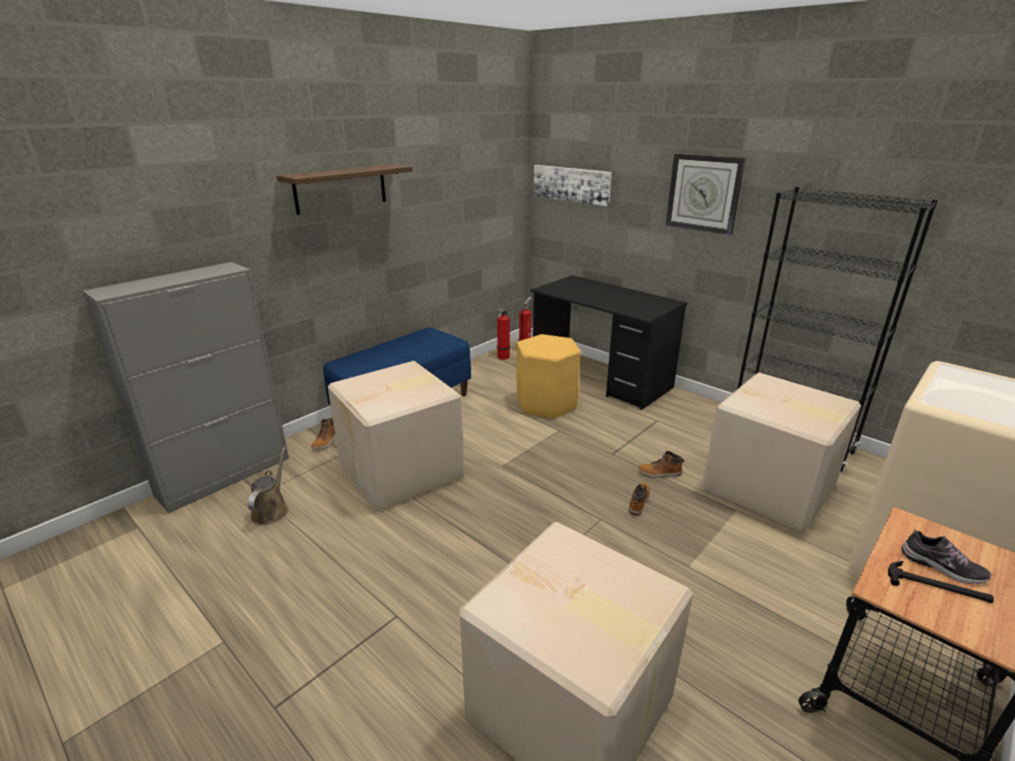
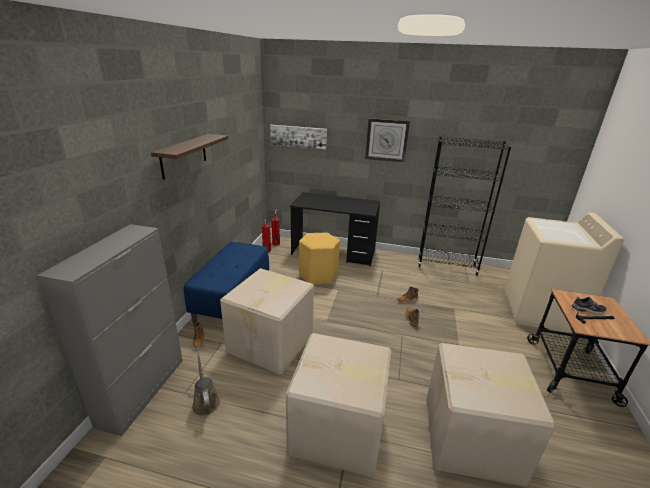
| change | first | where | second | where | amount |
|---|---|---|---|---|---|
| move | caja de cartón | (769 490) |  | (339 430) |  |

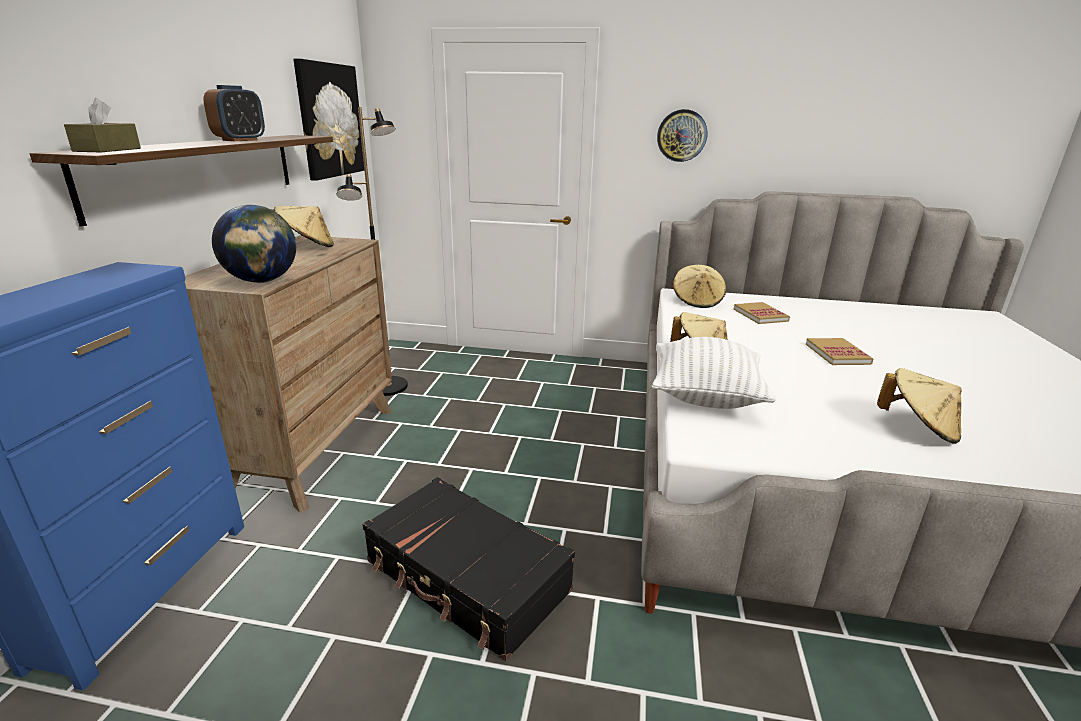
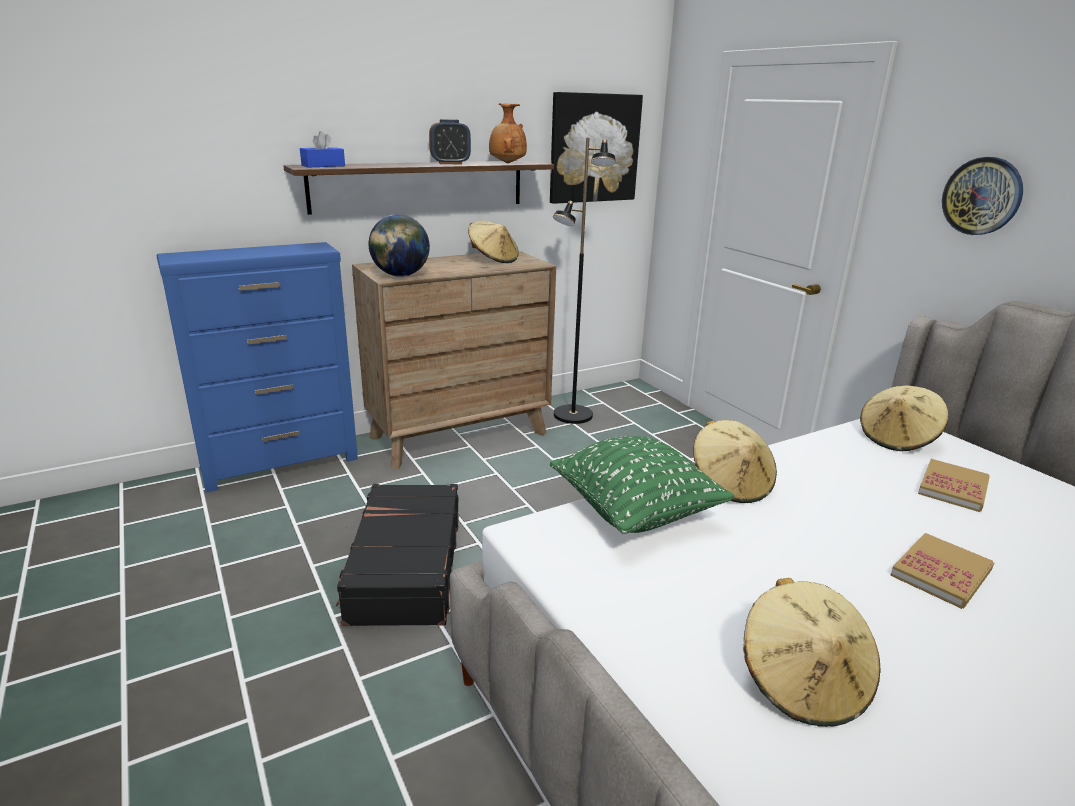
| change | first | where | second | where | amount |
|---|---|---|---|---|---|
| insert |  |  | florero/marrón | (507 163) |  |
| recolor | caja de pañuelos/marrón | (107 150) | caja de pañuelos/azul | (323 166) |  |
| recolor | cojín/blanco | (705 397) | cojín/verde | (635 512) |  |

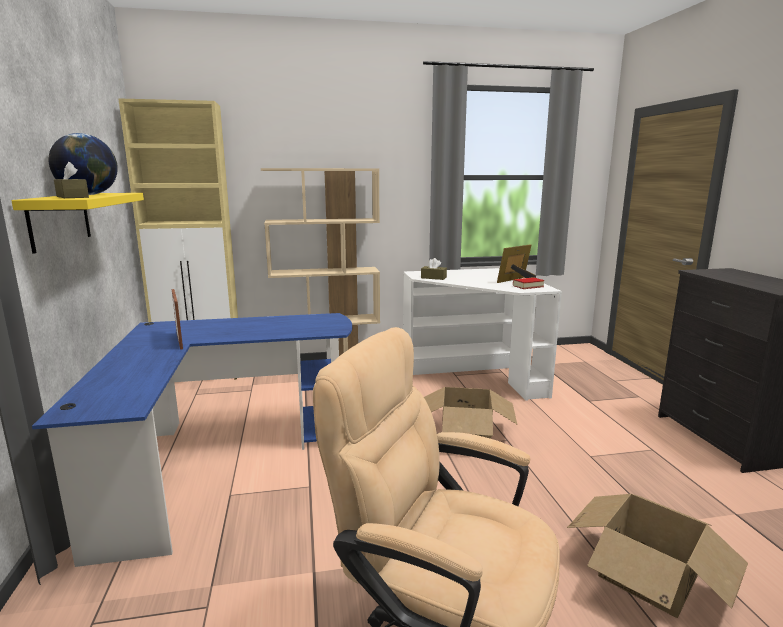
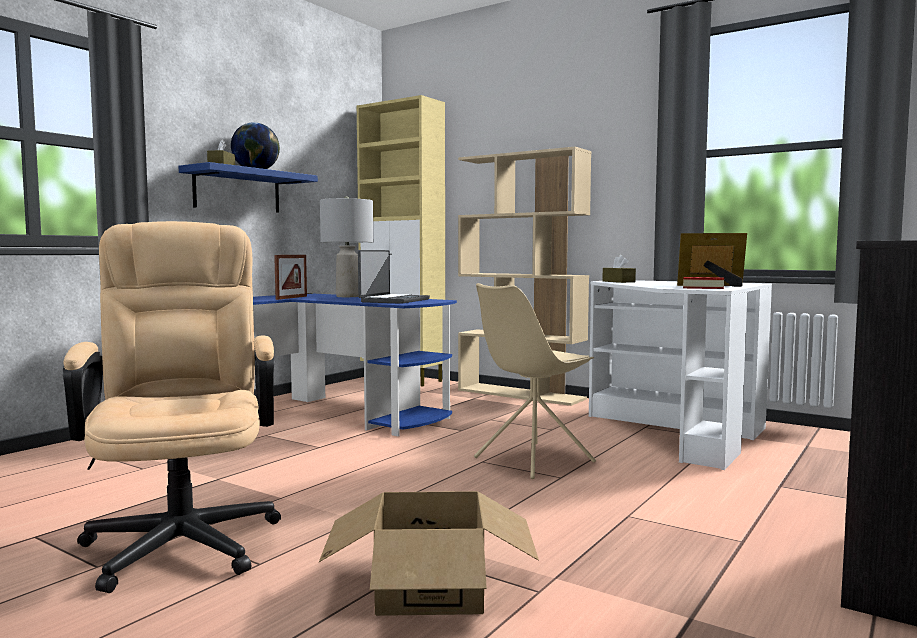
| change | first | where | second | where | amount |
|---|---|---|---|---|---|
| insert |  |  | lámpara de mesa/gris | (348 296) |  |
| insert |  |  | portátil | (393 300) |  |
| replace | caja de cartón | (465 432) | silla/beis | (532 460) |  |
| recolor | estante/amarillo | (60 220) | estante/azul | (237 191) |  |

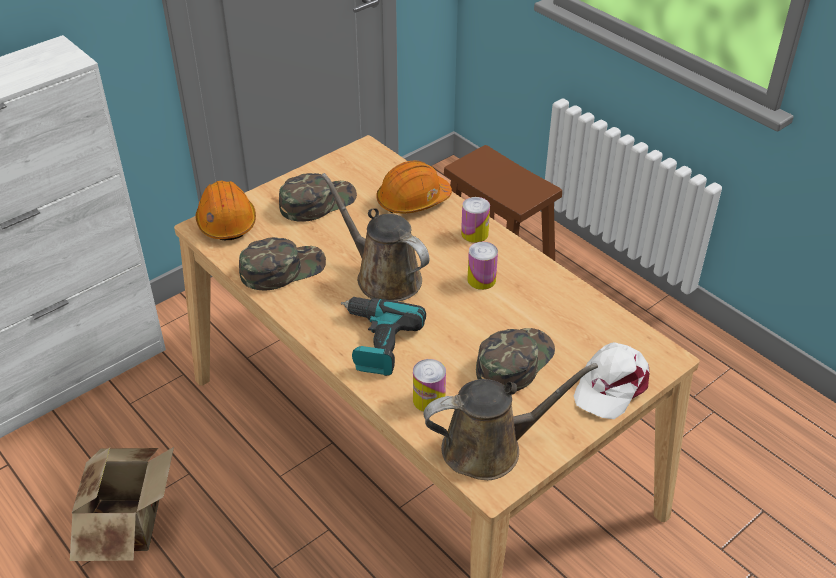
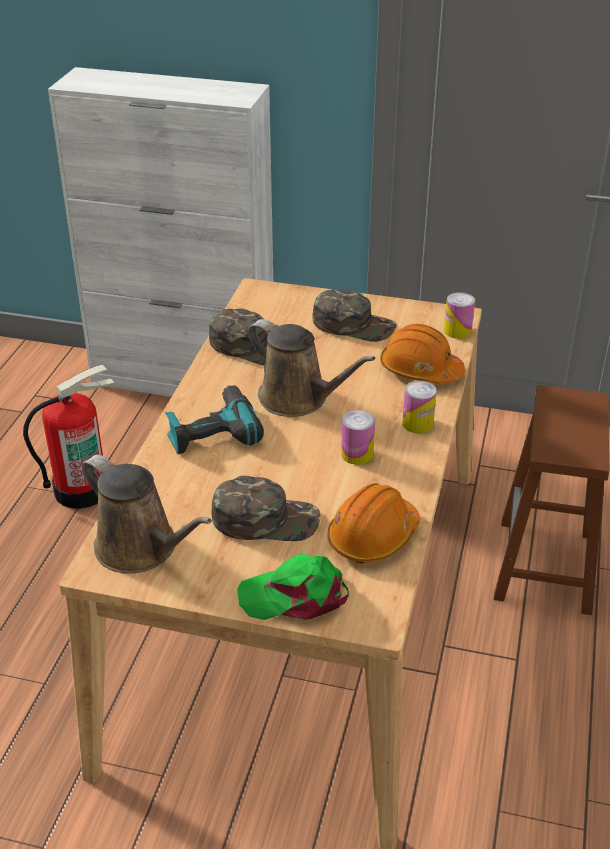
| change | first | where | second | where | amount |
|---|---|---|---|---|---|
| move | casco/naranja | (226 221) |  | (373 536) |  |
| move | lata | (429 400) |  | (457 331) |  |
| replace | caja de cartón | (131 524) | extintor | (82 489) |  |
| recolor | gorra/blanco | (611 385) | gorra/verde | (295 596) |  |
| rotate | regadera/marrón | (383 277) |  | (298 399) | 120 degrees clockwise |

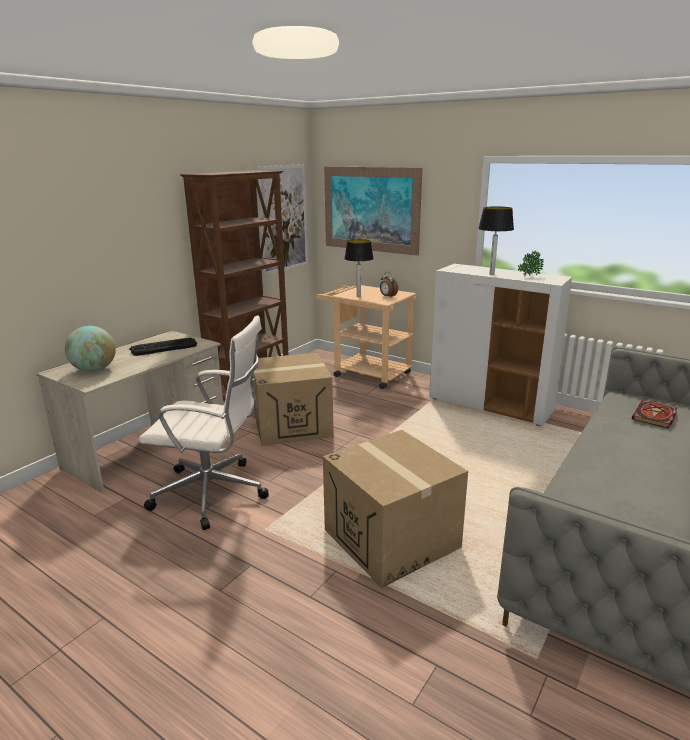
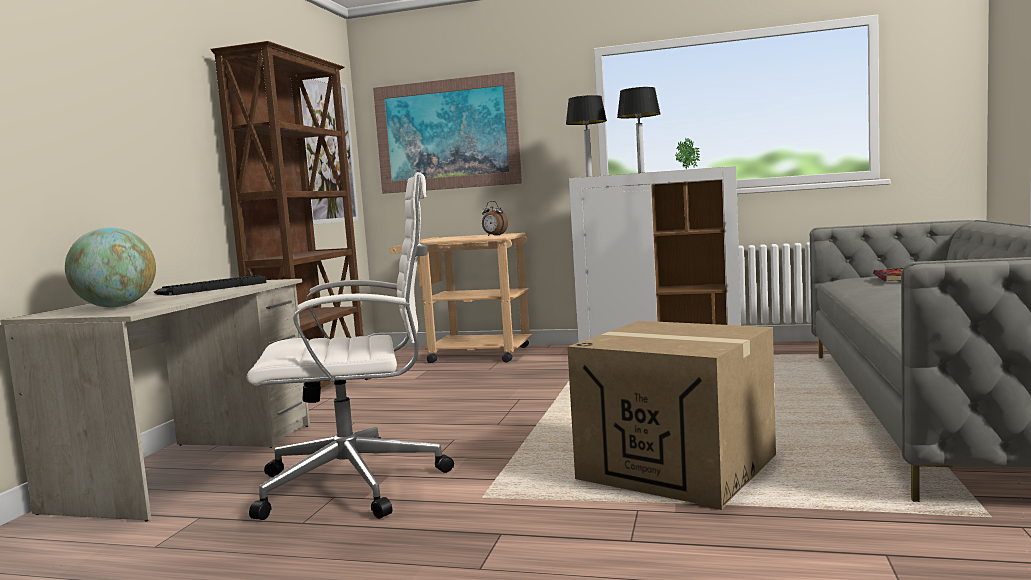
| change | first | where | second | where | amount |
|---|---|---|---|---|---|
| delete | caja de cartón | (292 425) |  |  |  |
| move | lámpara de mesa | (359 296) |  | (589 177) |  |

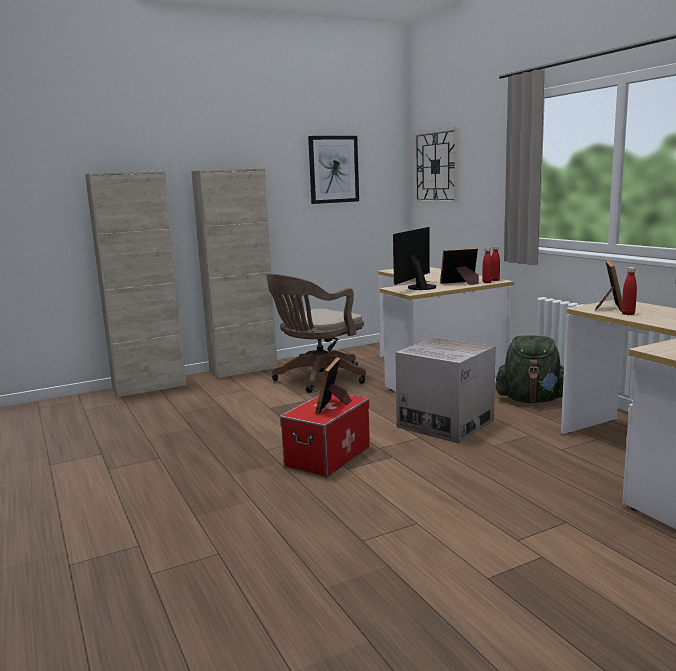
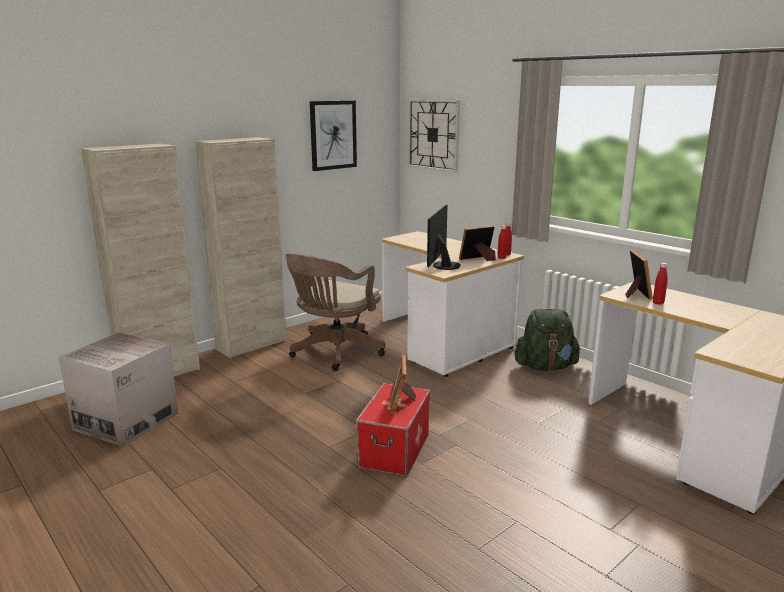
| change | first | where | second | where | amount |
|---|---|---|---|---|---|
| move | caja de cartón | (445 424) |  | (126 421) |  |

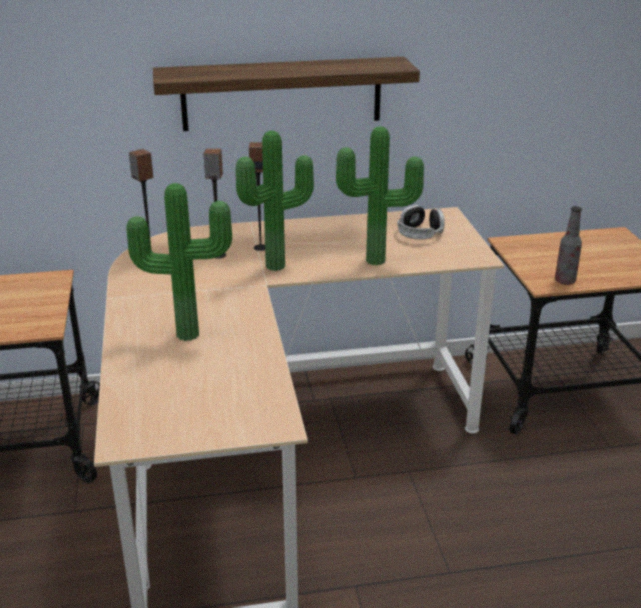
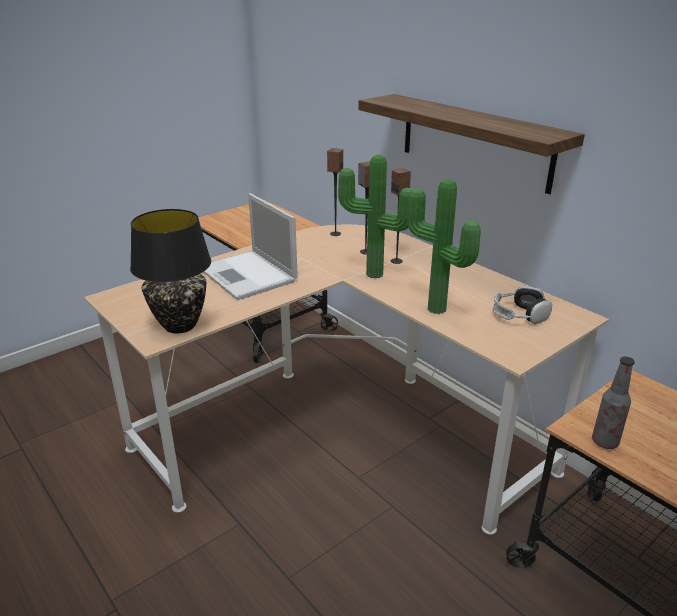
| change | first | where | second | where | amount |
|---|---|---|---|---|---|
| insert |  |  | lámpara de mesa/negro | (180 325) |  |
| replace | planta en maceta | (188 332) | portátil | (248 275) |  |

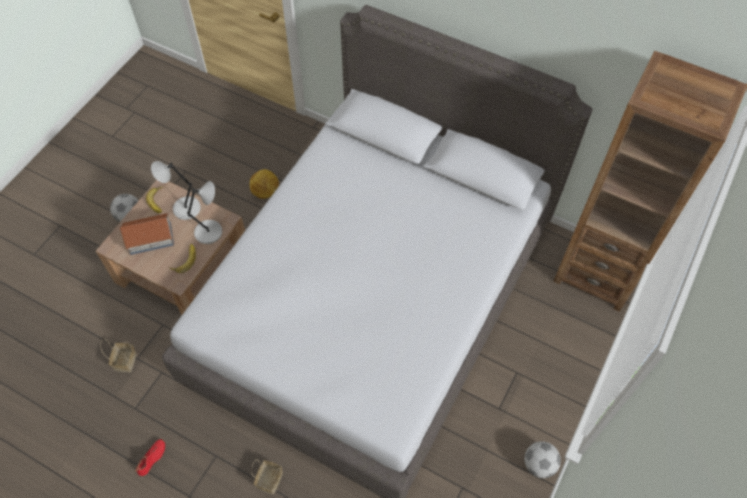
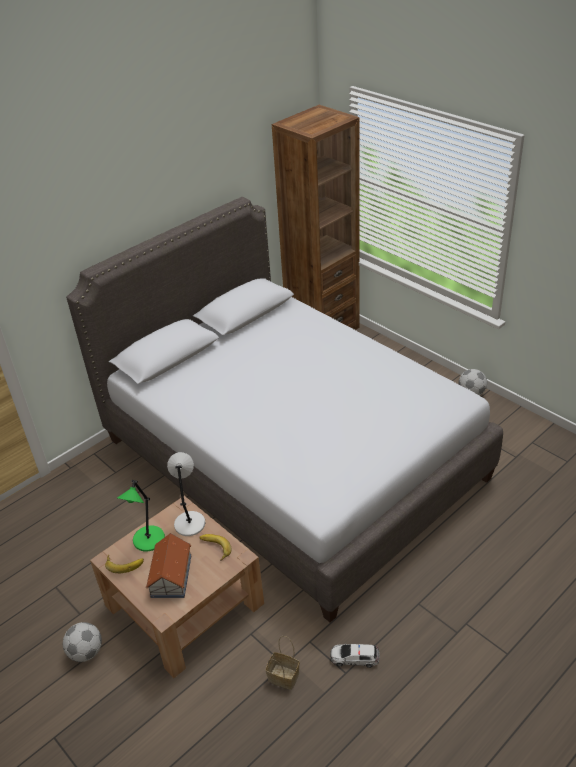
| change | first | where | second | where | amount |
|---|---|---|---|---|---|
| delete | zapato/rojo | (152 459) |  |  |  |
| delete | balón de fútbol | (266 192) |  |  |  |
| delete | cesta | (270 481) |  |  |  |
| insert |  |  | coche de juguete | (354 658) |  |
| recolor | lámpara de mesa/gris | (185 208) | lámpara de mesa/verde | (148 540) |  |

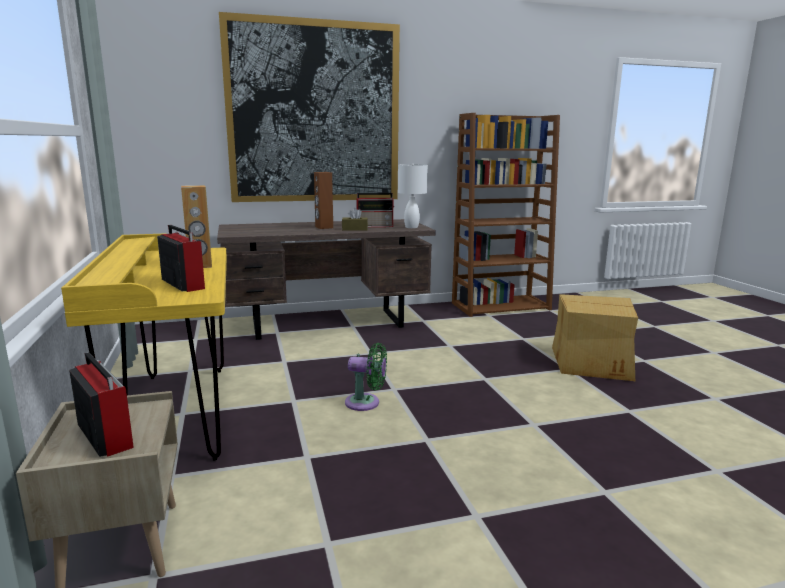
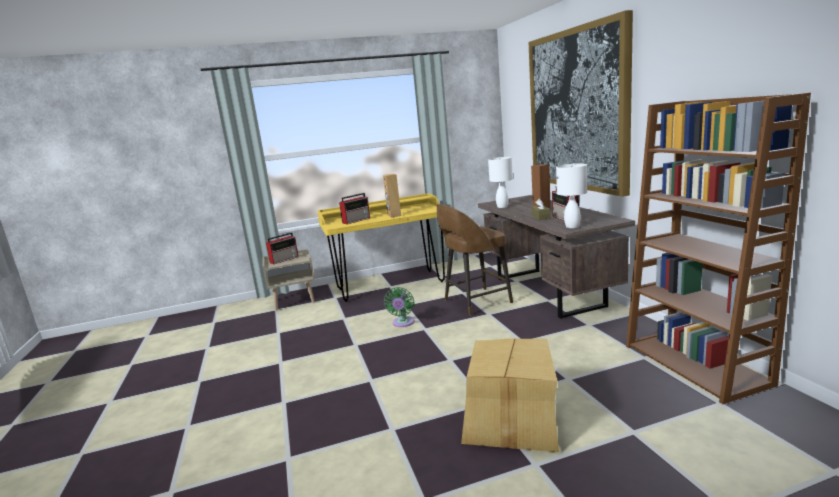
| change | first | where | second | where | amount |
|---|---|---|---|---|---|
| insert |  |  | taburete/marrón | (475 302) |  |
| insert |  |  | lámpara de mesa/blanco | (502 207) |  |

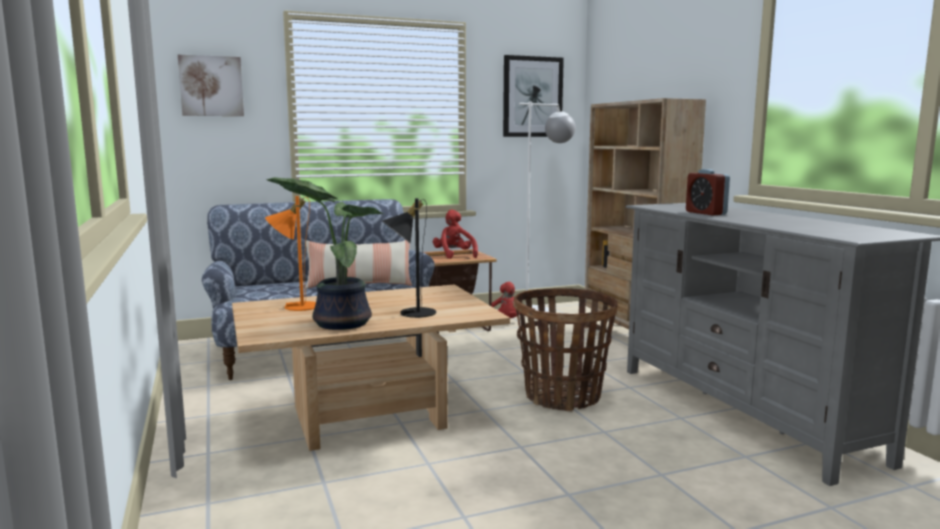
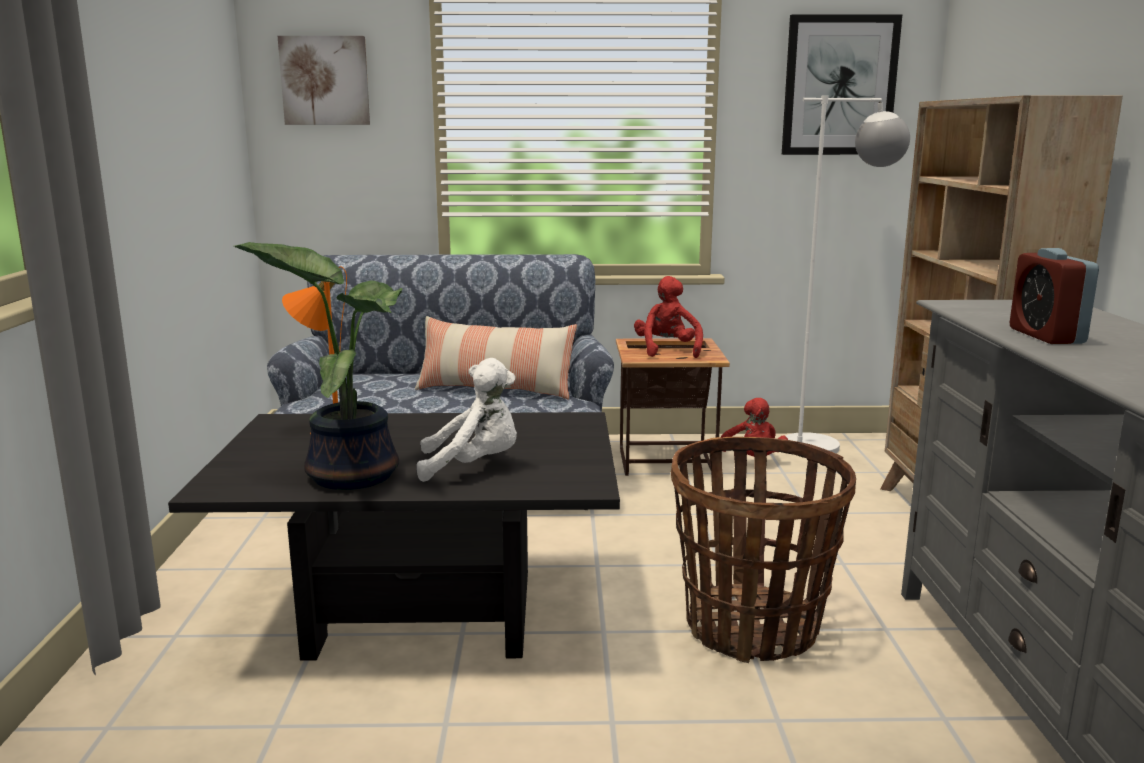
| change | first | where | second | where | amount |
|---|---|---|---|---|---|
| replace | lámpara de mesa/negro | (410 312) | peluche/blanco | (473 466) |  |
| recolor | mesa de centro/beis | (368 417) | mesa de centro/negro | (424 612) |  |

